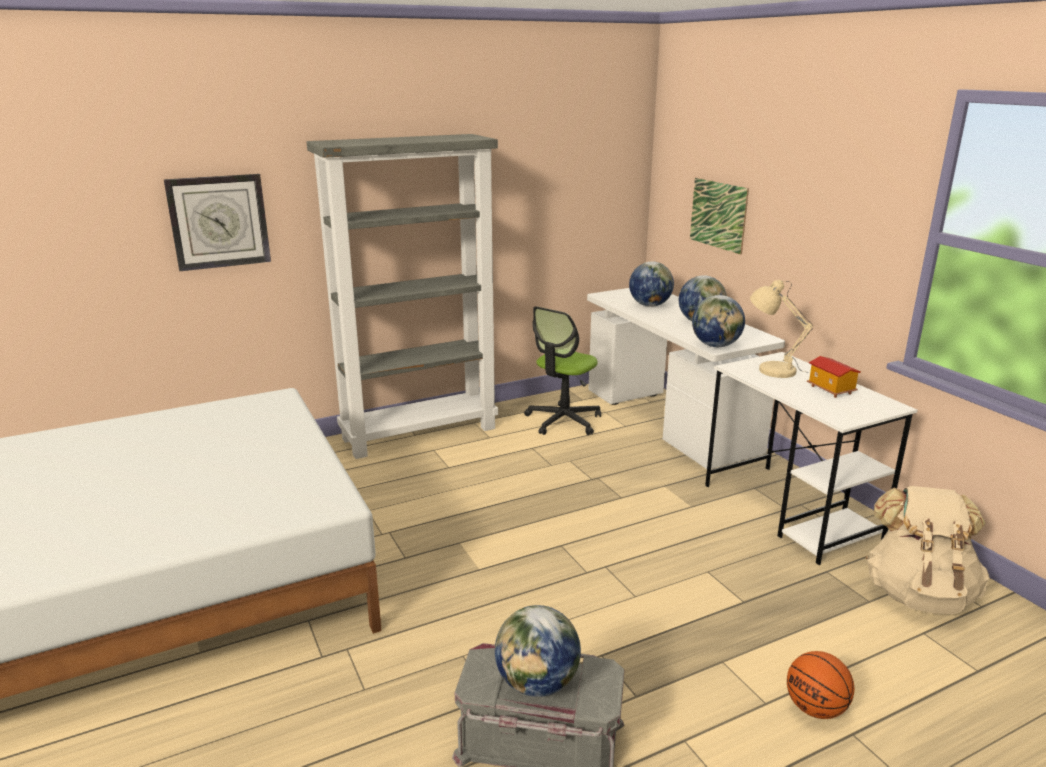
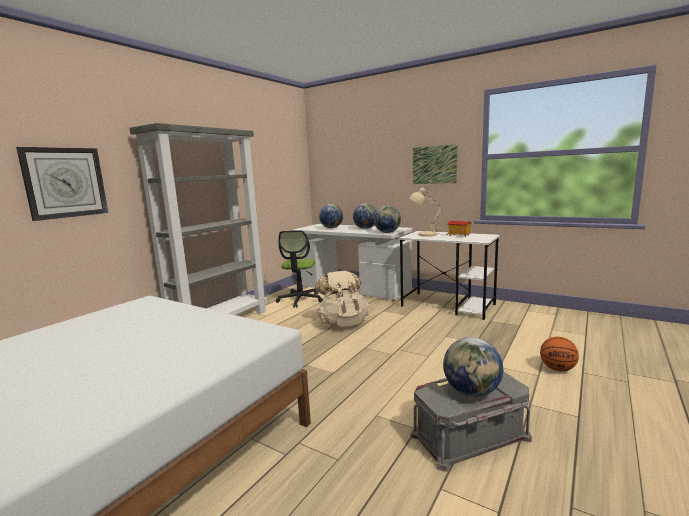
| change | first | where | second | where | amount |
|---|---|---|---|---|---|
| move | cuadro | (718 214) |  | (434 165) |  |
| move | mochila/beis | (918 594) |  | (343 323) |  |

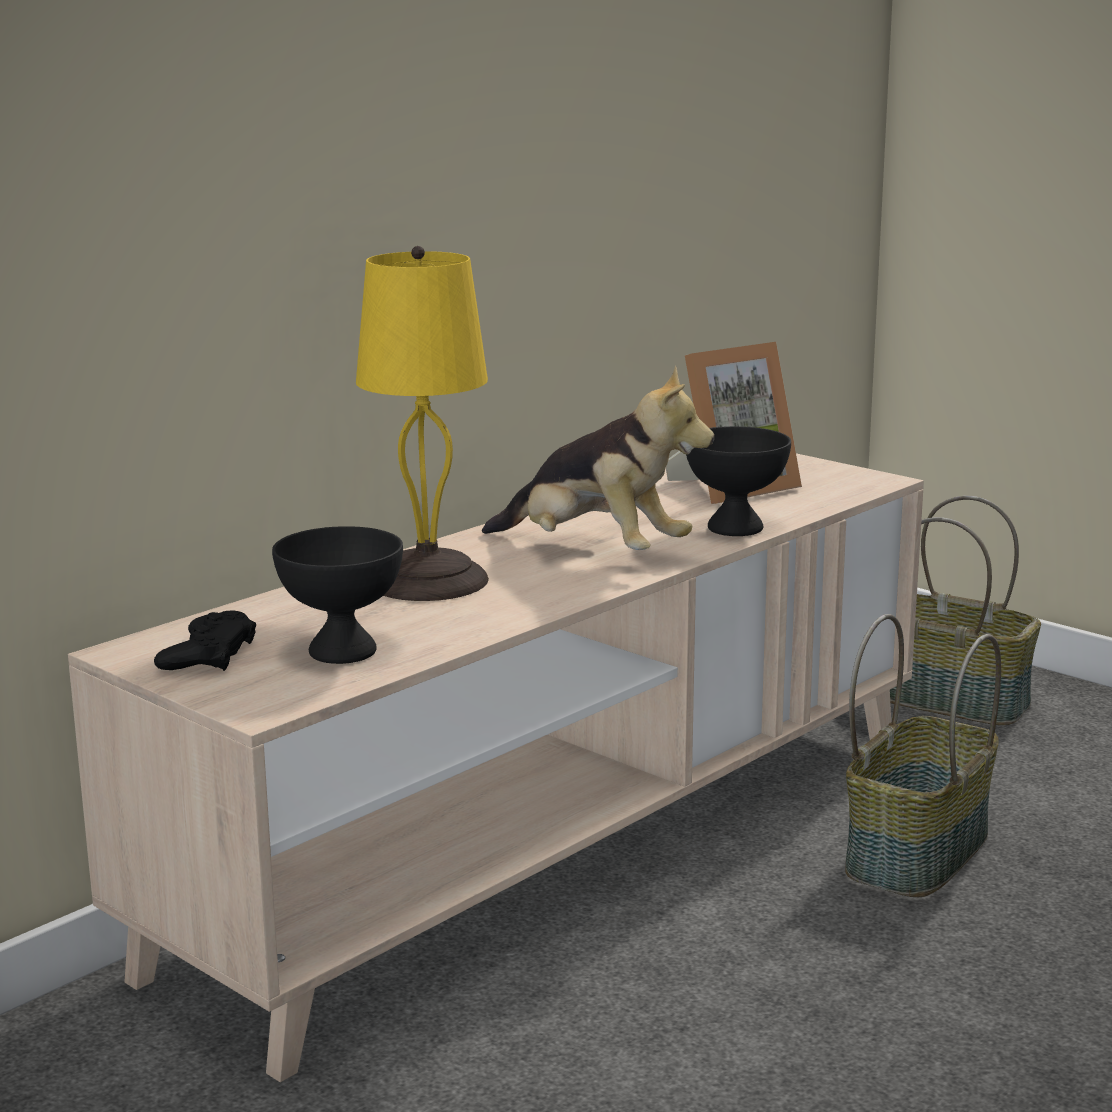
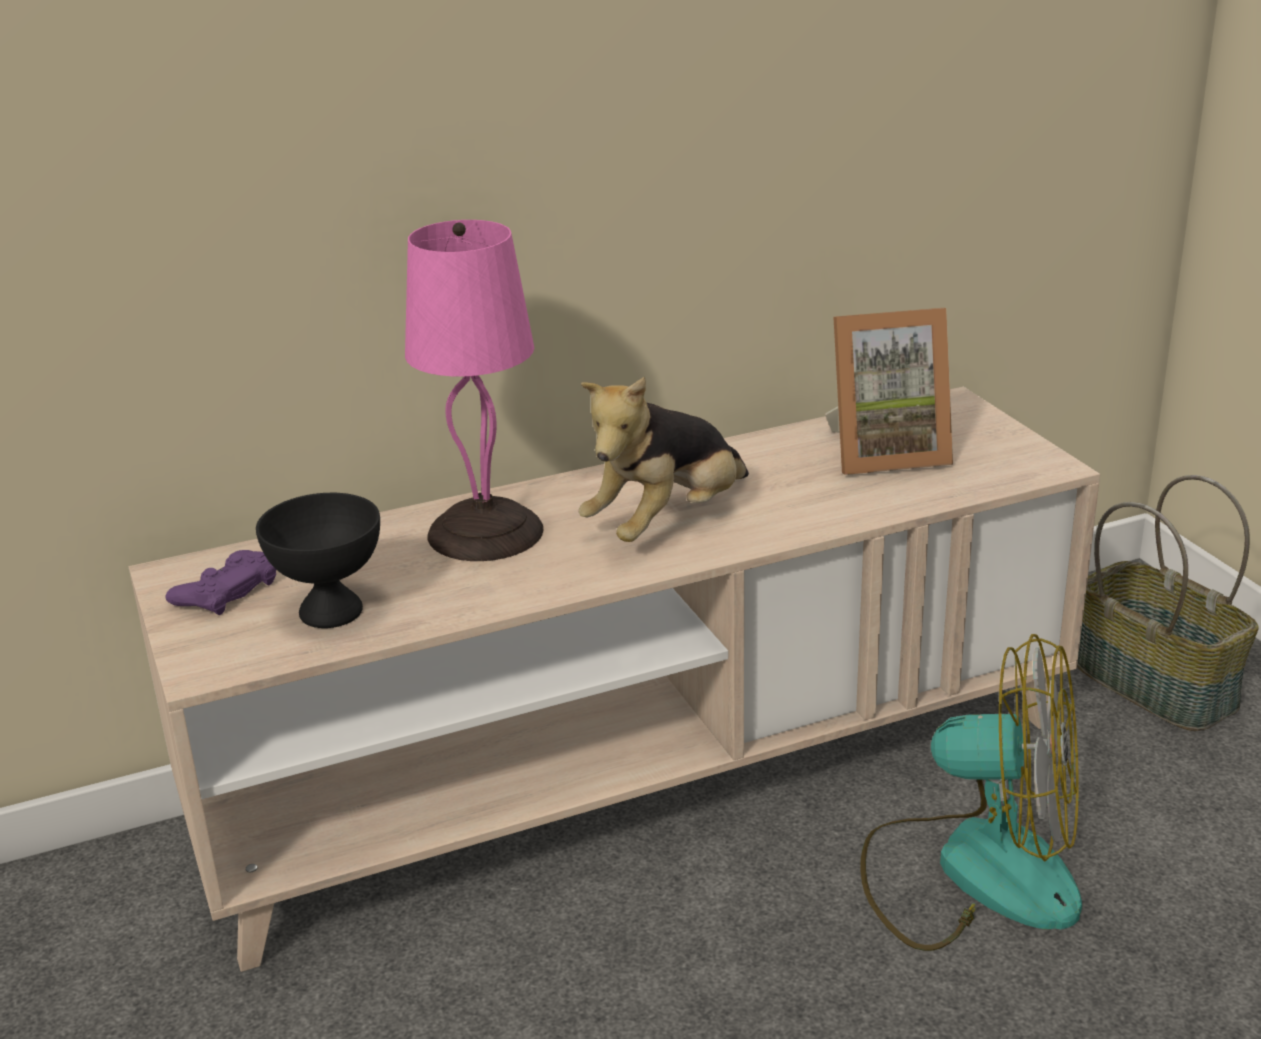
| change | first | where | second | where | amount |
|---|---|---|---|---|---|
| delete | cuenco/negro | (733 528) |  |  |  |
| replace | cesta | (915 852) | ventilador | (972 871) |  |
| recolor | mando de consola/negro | (207 654) | mando de consola/morado | (225 591) |  |
| recolor | lámpara de mesa/amarillo | (427 579) | lámpara de mesa/rosa | (485 531) |  |
| rotate | peluche | (595 552) |  | (667 523) | 75 degrees clockwise |

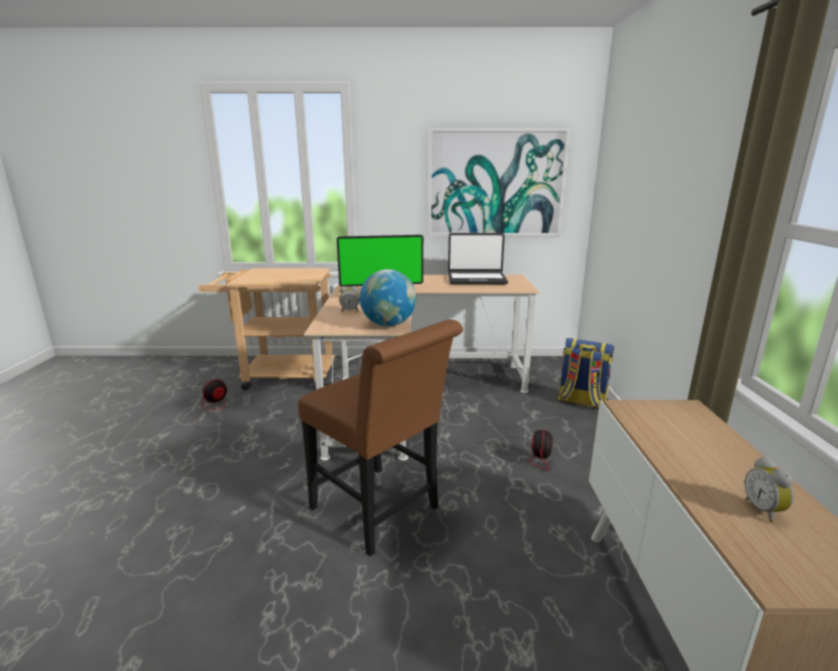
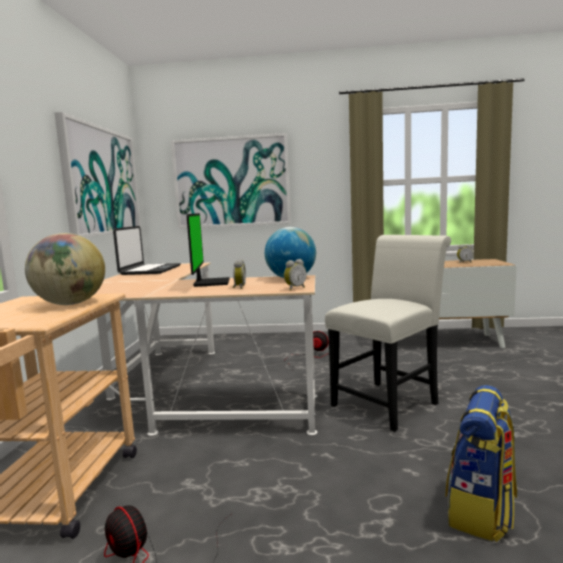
| change | first | where | second | where | amount |
|---|---|---|---|---|---|
| insert |  |  | globo terráqueo | (70 304) |  |
| insert |  |  | cuadro | (232 182) |  |
| insert |  |  | despertador | (294 288) |  |
| move | mochila | (581 401) |  | (481 511) |  |
| recolor | silla/marrón | (380 512) | silla/blanco | (389 402) |  |

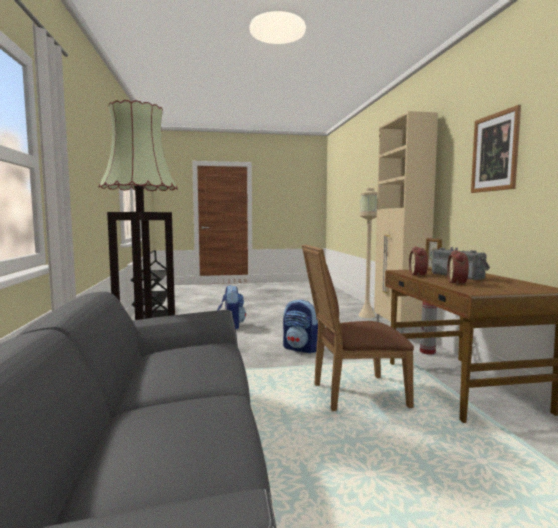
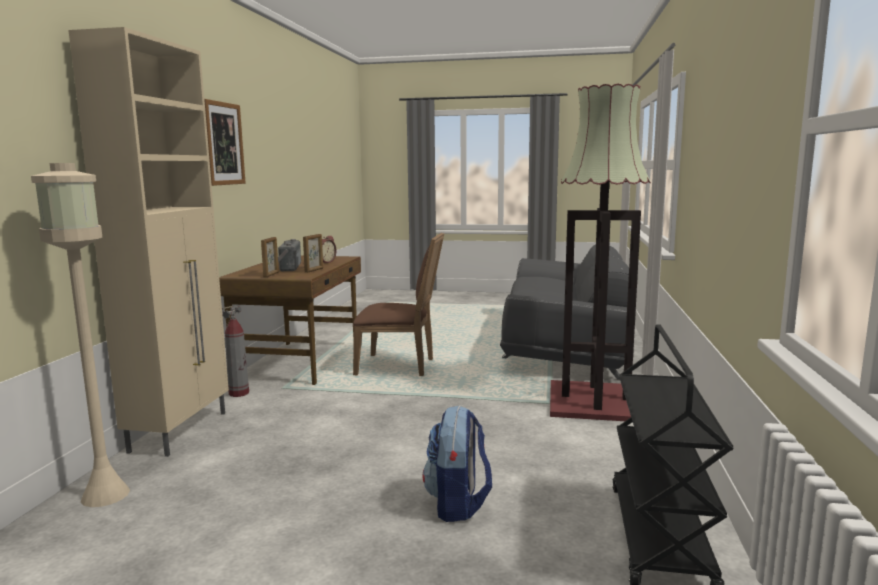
| change | first | where | second | where | amount |
|---|---|---|---|---|---|
| delete | mochila | (301 349) |  |  |  |
| replace | despertador | (419 275) | portarretratos | (314 270) |  |

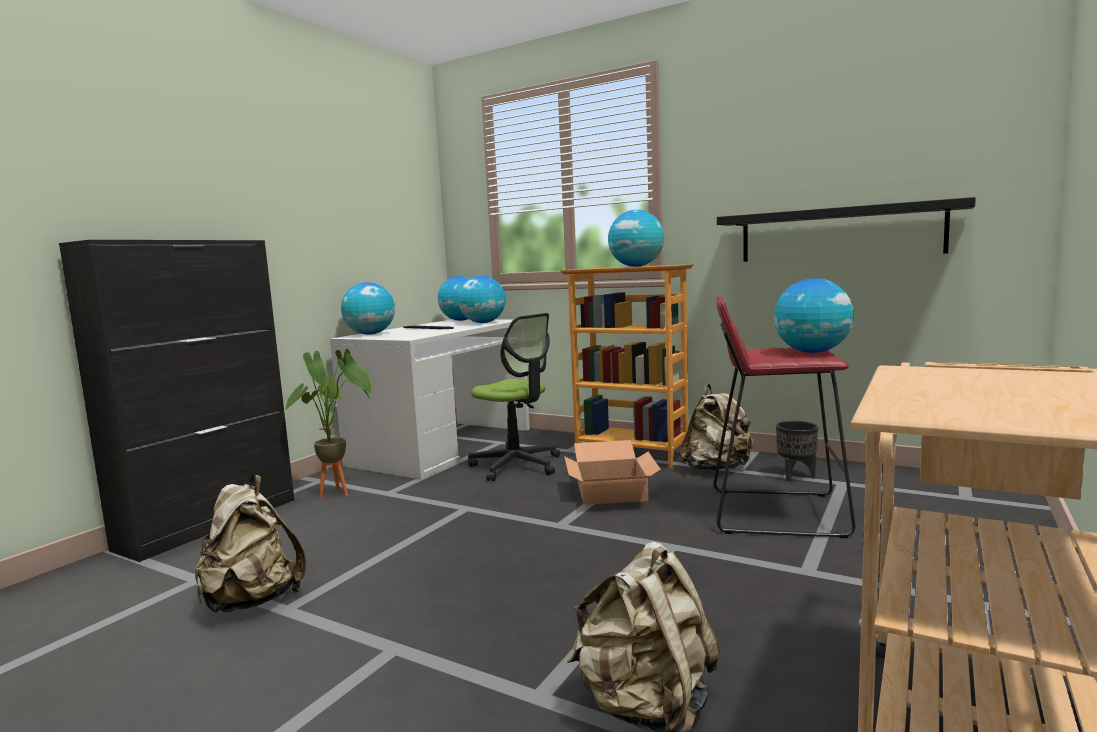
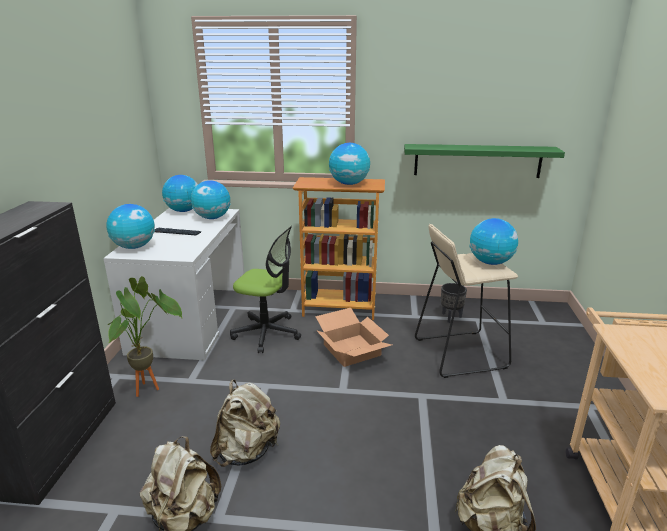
| change | first | where | second | where | amount |
|---|---|---|---|---|---|
| move | mochila/beis | (716 469) |  | (247 451) |  |
| recolor | taburete/rojo | (775 512) | taburete/beis | (459 353) |  |
| recolor | estante/negro | (839 233) | estante/verde | (477 161) |  |

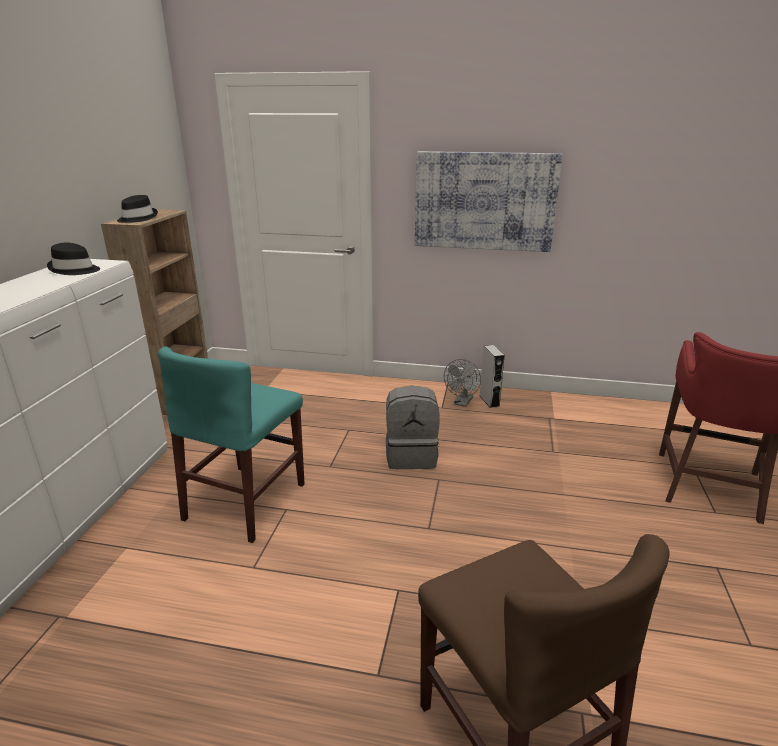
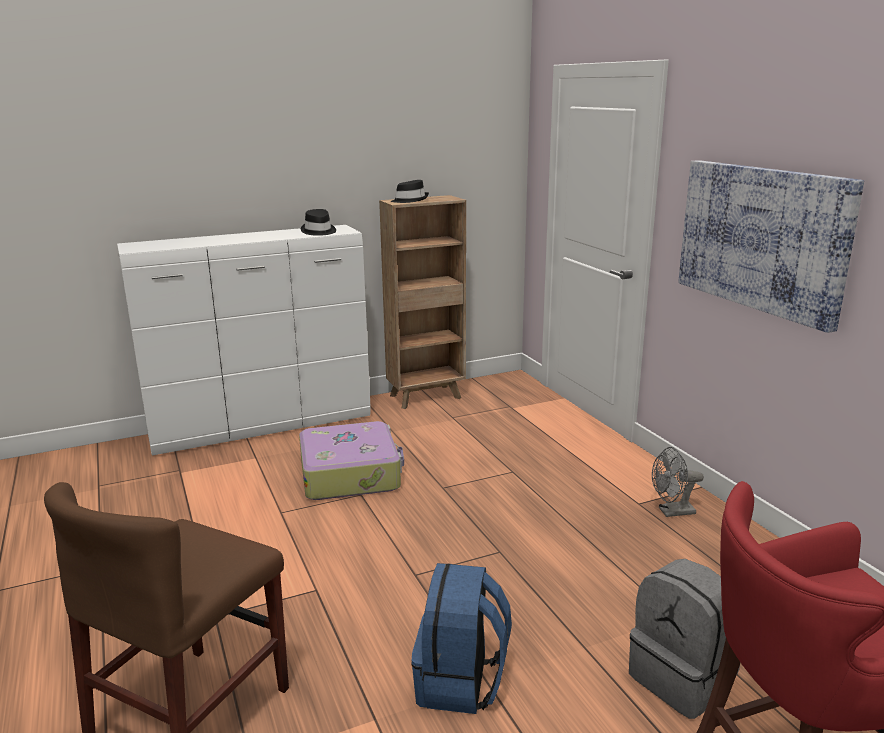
| change | first | where | second | where | amount |
|---|---|---|---|---|---|
| delete | altavoz/gris | (489 401) |  |  |  |
| insert |  |  | mochila/azul | (461 682) |  |
| move | mochila/gris | (411 456) |  | (683 679) |  |
| replace | silla/turquesa | (246 501) | maleta | (351 474) |  |

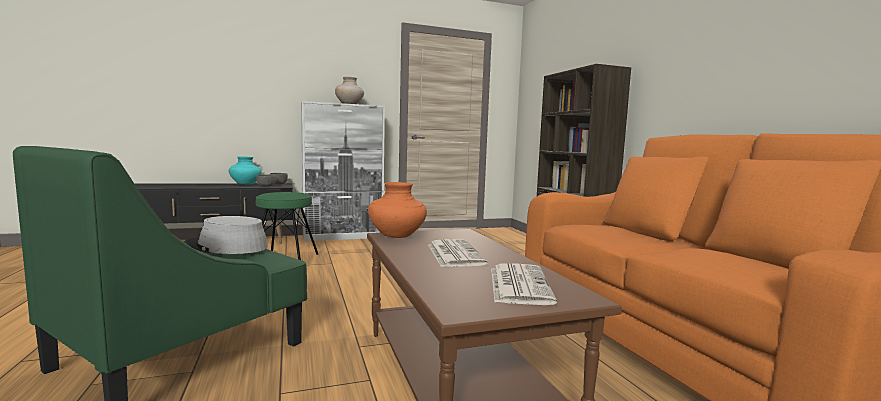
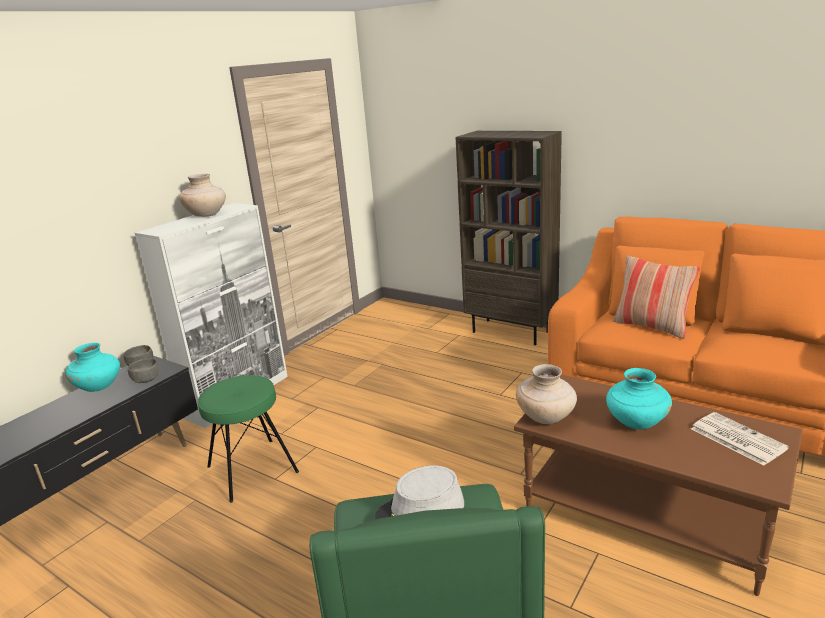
| change | first | where | second | where | amount |
|---|---|---|---|---|---|
| insert |  |  | cojín | (651 326) |  |
| replace | periódico | (454 254) | florero/turquesa | (636 422) |  |
| recolor | florero/naranja | (397 236) | florero/beis | (546 417) |  |

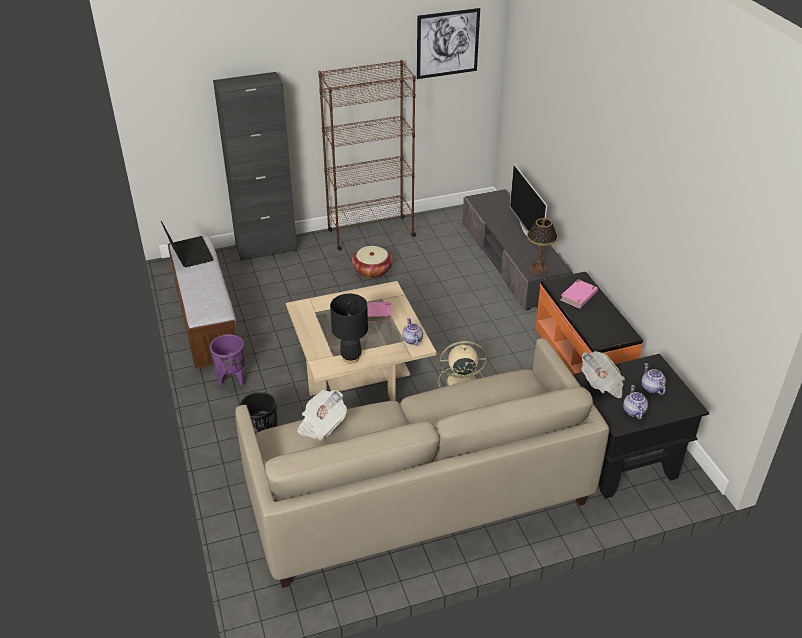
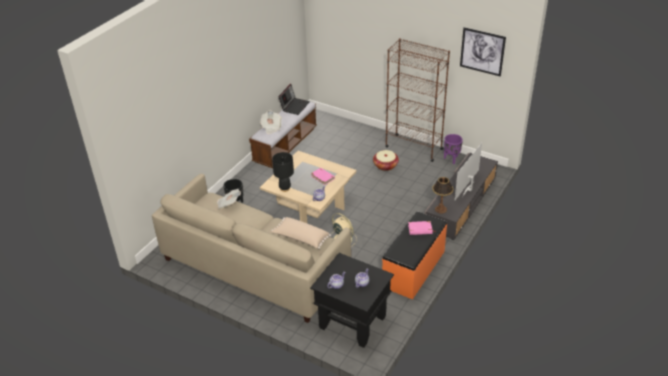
| change | first | where | second | where | amount |
|---|---|---|---|---|---|
| delete | armario/negro | (266 249) |  |  |  |
| insert |  |  | cojín/beis | (301 238) |  |
| move | maceta/morado | (232 379) |  | (451 159) |  |
| move | periódico | (601 384) |  | (271 127) |  |

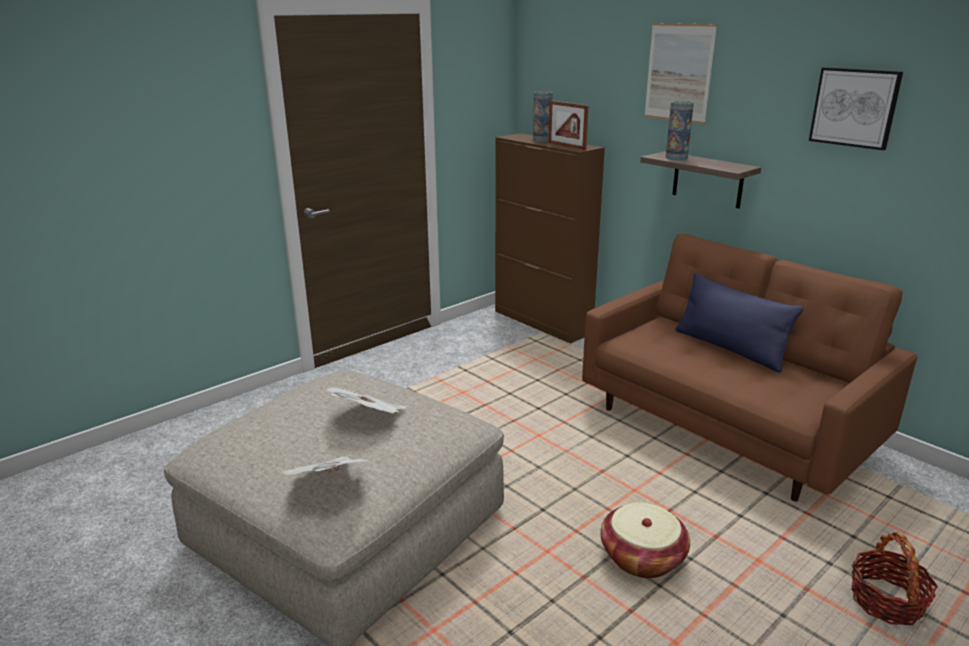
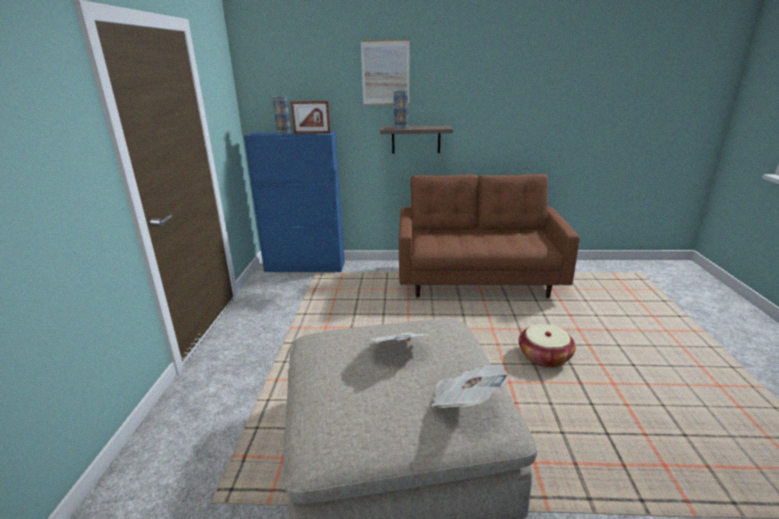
| change | first | where | second | where | amount |
|---|---|---|---|---|---|
| delete | cojín/azul | (729 348) |  |  |  |
| delete | cuadro | (854 107) |  |  |  |
| delete | cesta | (886 601) |  |  |  |
| recolor | armario/marrón | (542 322) | armario/azul | (305 267) |  |

